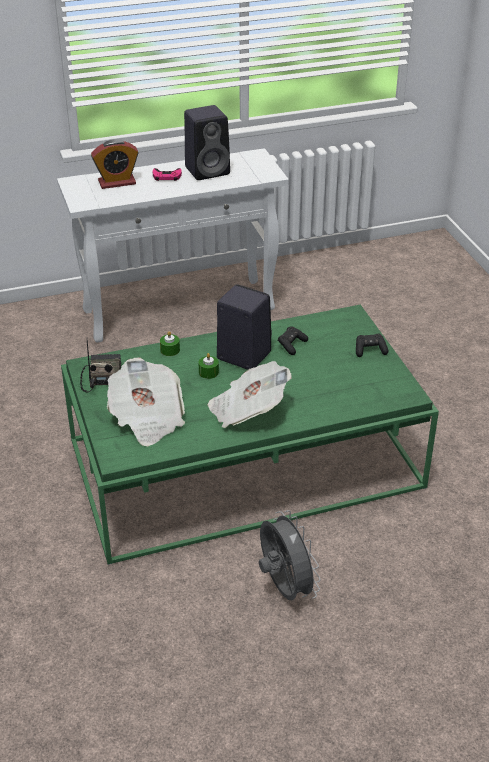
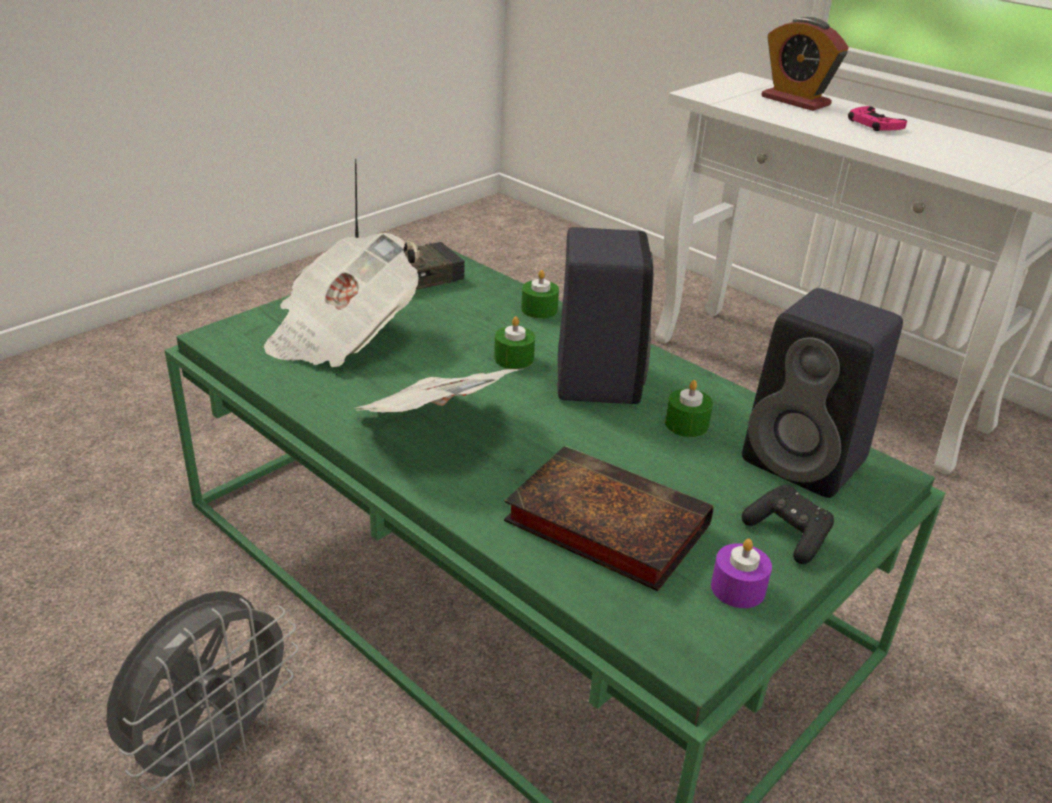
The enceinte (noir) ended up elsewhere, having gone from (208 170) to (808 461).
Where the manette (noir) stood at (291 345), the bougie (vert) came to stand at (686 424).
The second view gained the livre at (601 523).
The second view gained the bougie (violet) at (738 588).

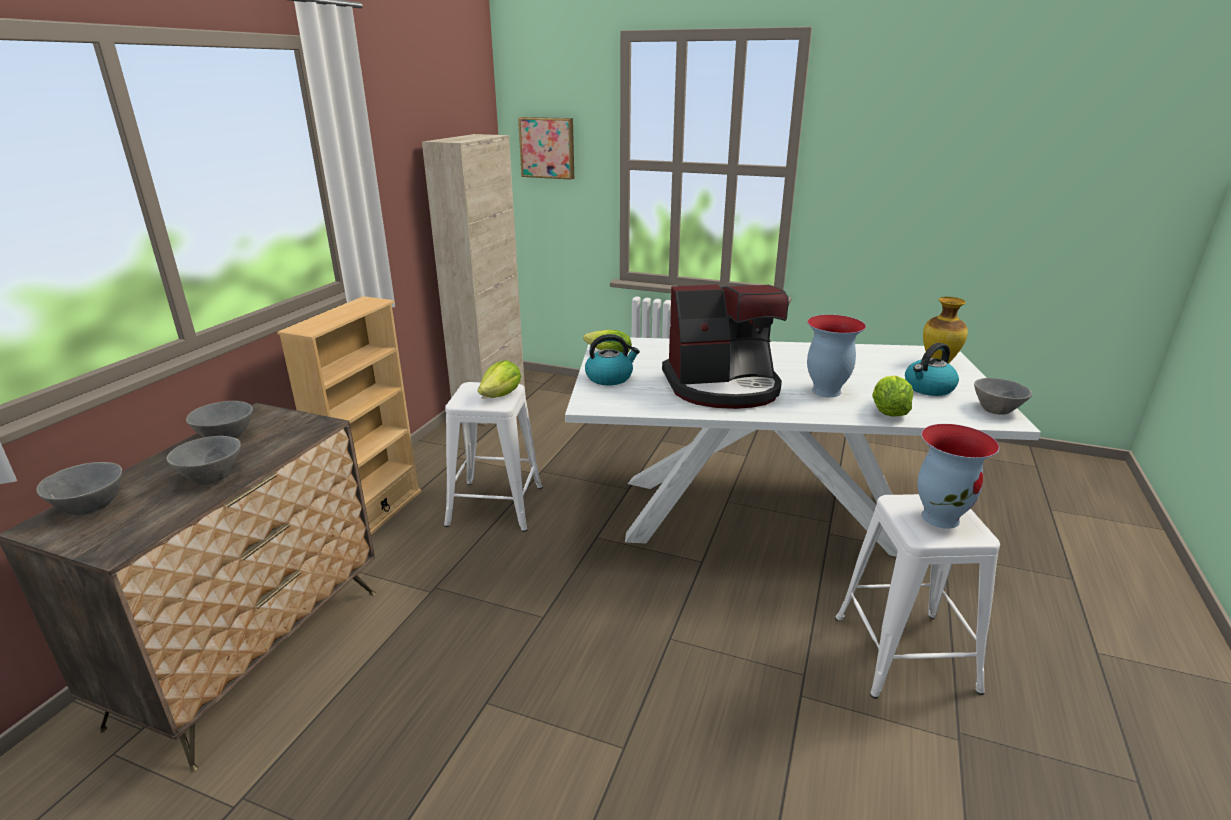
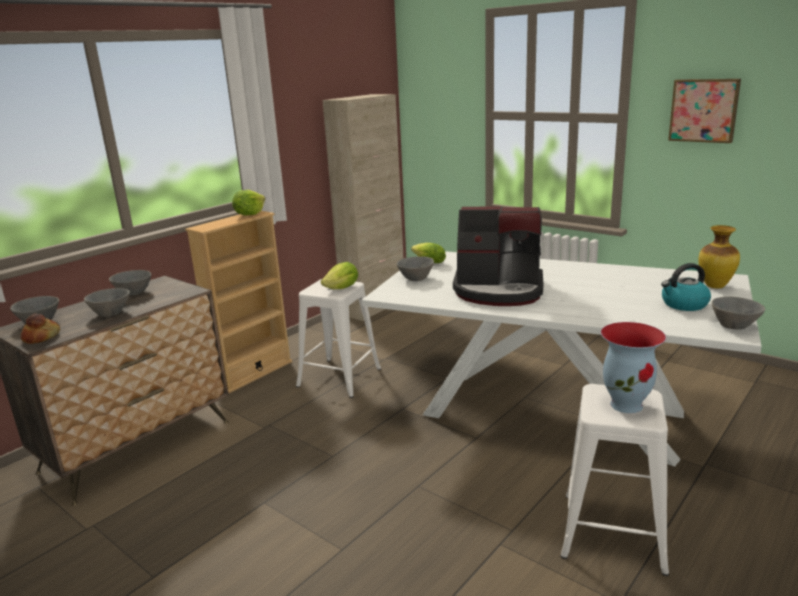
The tableau ended up elsewhere, having gone from (548 147) to (704 110).
Where the bouilloire stood at (610 377), the bol (gris) came to stand at (415 278).
The second view lost the vase at (826 391).
The laitue ended up elsewhere, having gone from (888 412) to (249 214).
The second view gained the pain at (42 337).

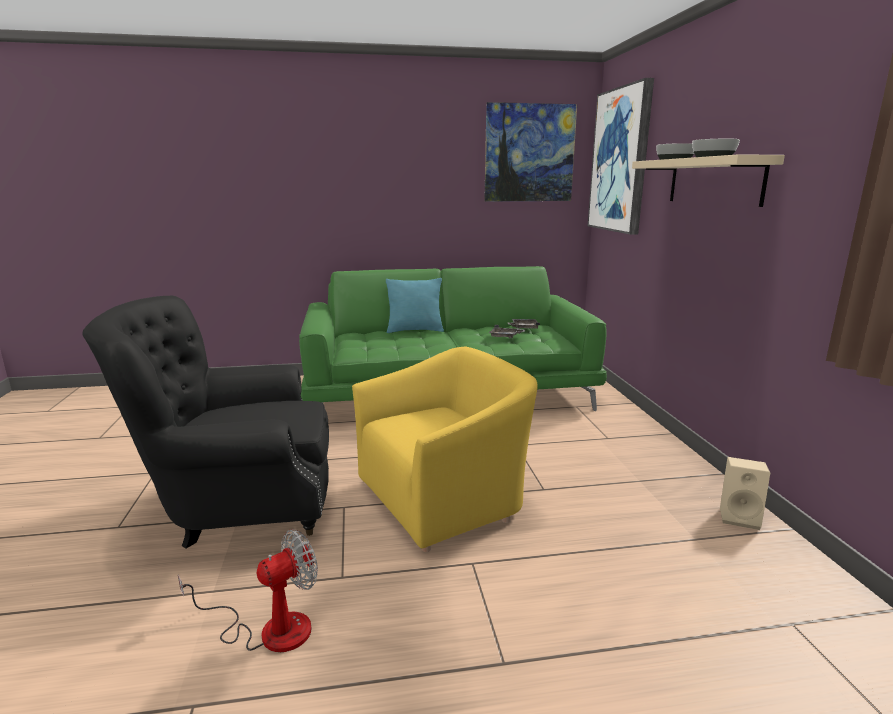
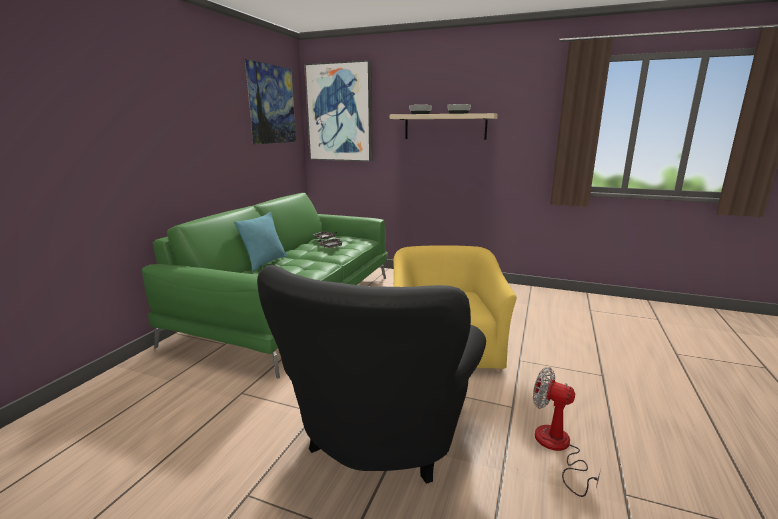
The ventilateur at (269 629) ended up facing another way, 45 degrees counterclockwise from before.
The second view lost the enceinte (beige) at (740 517).

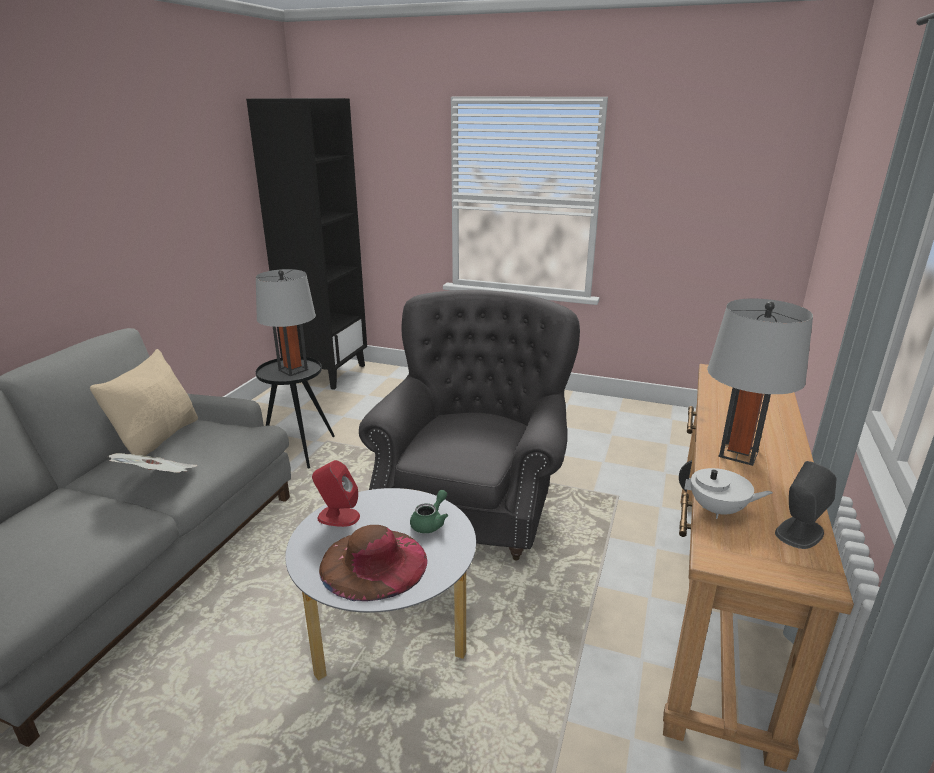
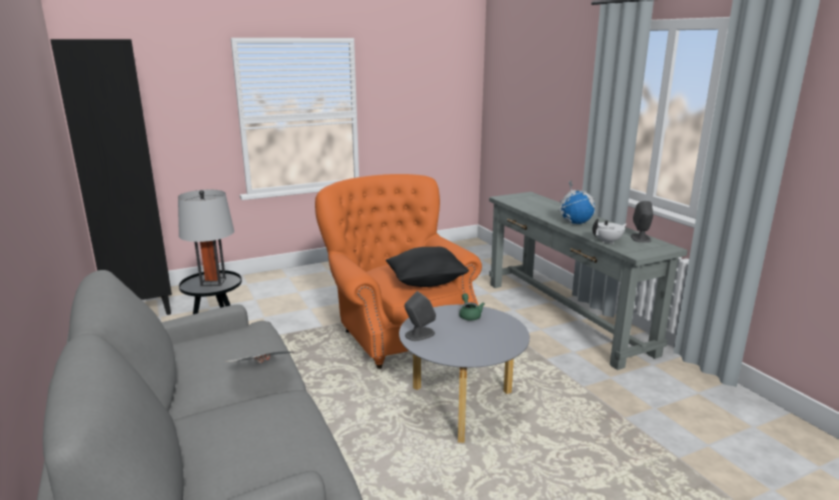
The second view lost the coussin (beige) at (158 438).
What was the enceinte (rouge) at (338 516) turned into the enceinte (gris) at (419 334).
The second view lost the chapeau (marron) at (373 563).
What was the fauteuil (gris) at (473 504) turned into the fauteuil (orange) at (398 333).
What was the table console (marron) at (719 599) turned into the table console (gris) at (565 316).
Where the lampe de table (gris) stood at (738 453), the globe came to stand at (575 223).
The second view gained the coussin (noir) at (426 282).

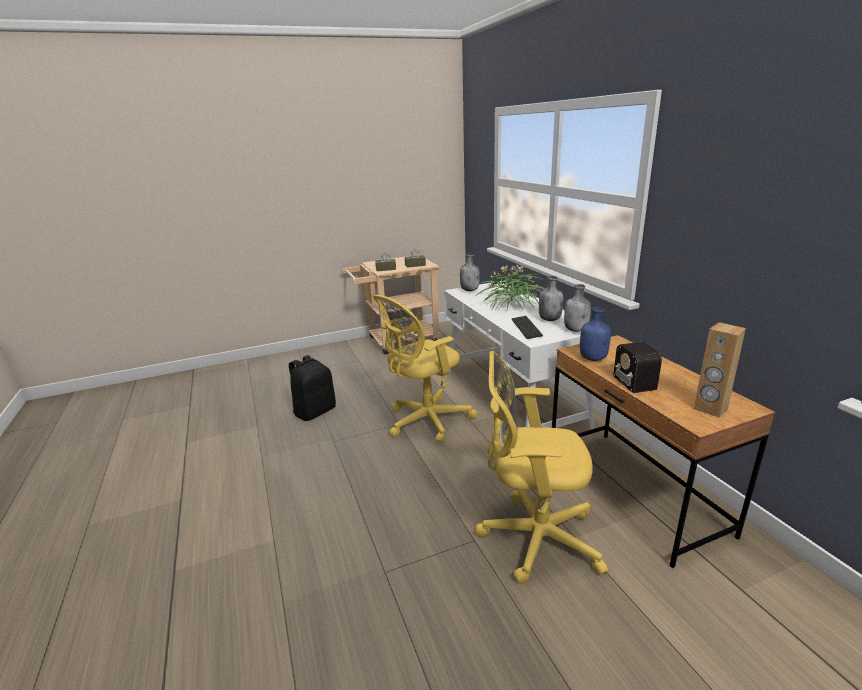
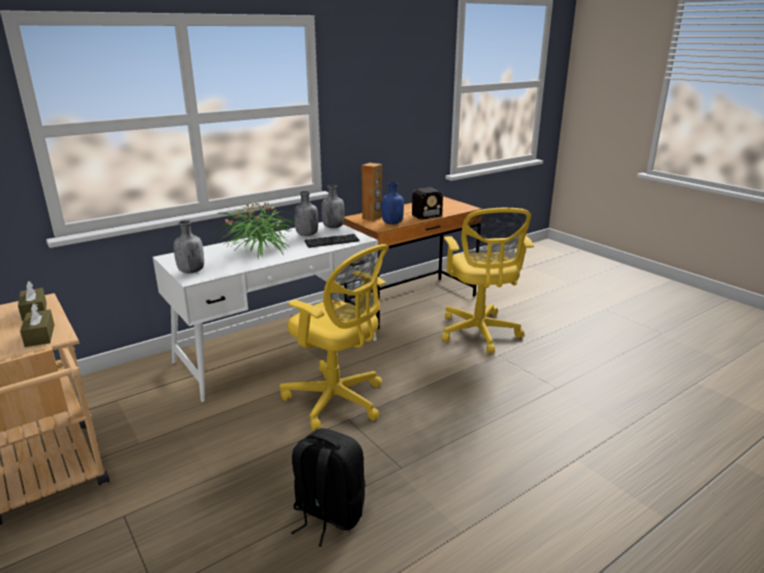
The enceinte (marron) ended up elsewhere, having gone from (710 409) to (372 218).

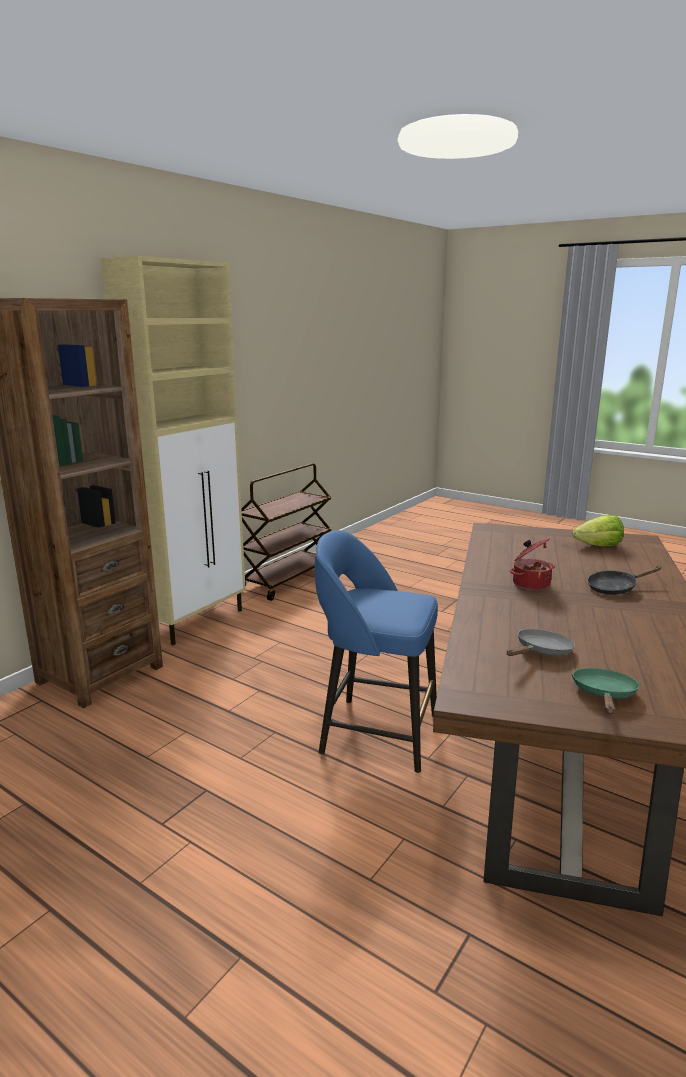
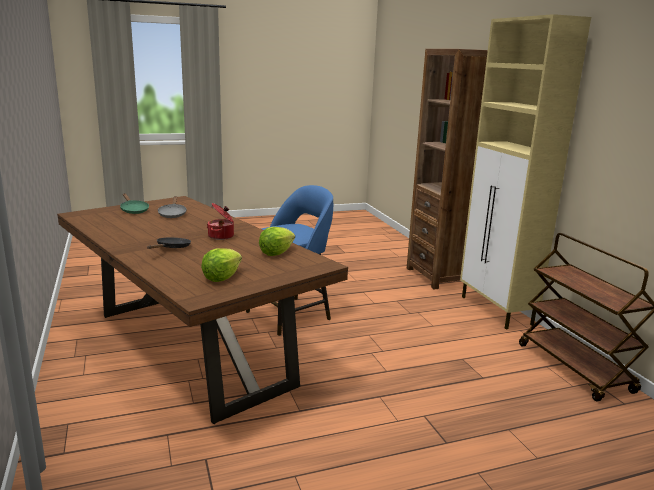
The second view gained the laitue at (276 253).

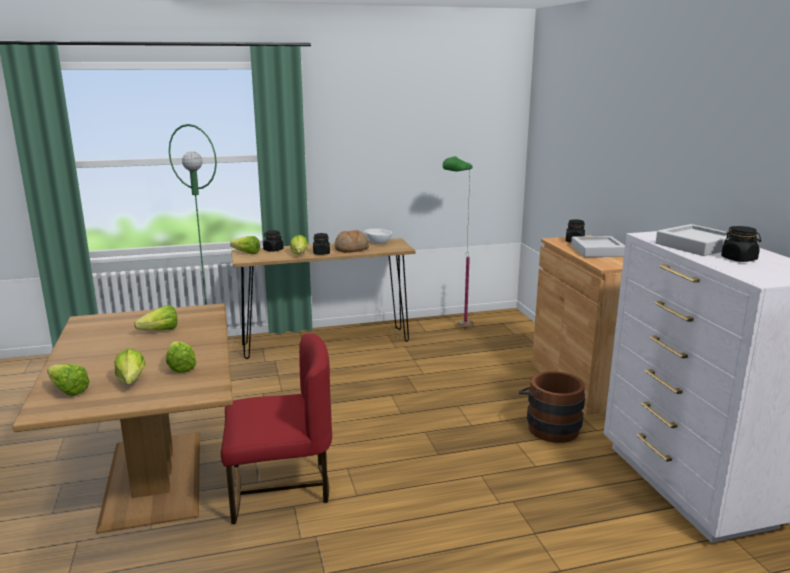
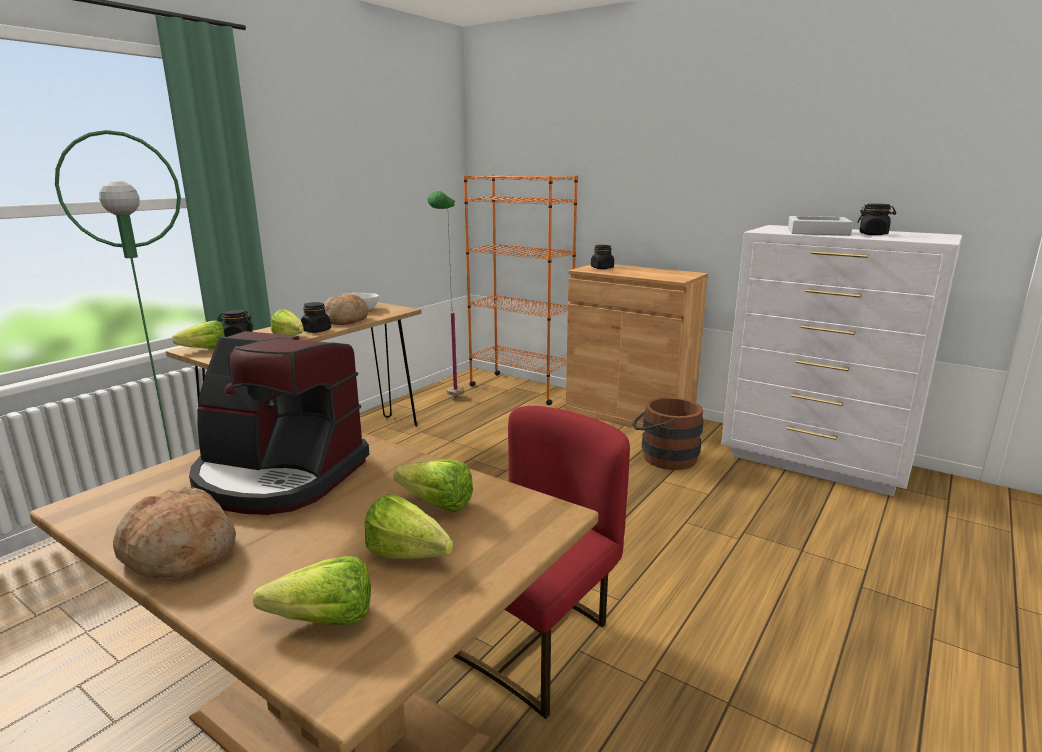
Where the laitue stood at (156 332), the machine à café came to stand at (279 476).
The second view lost the plateau (gris) at (597 251).
The second view gained the pain at (179 553).
The second view gained the bibliothèque (orange) at (520 388).

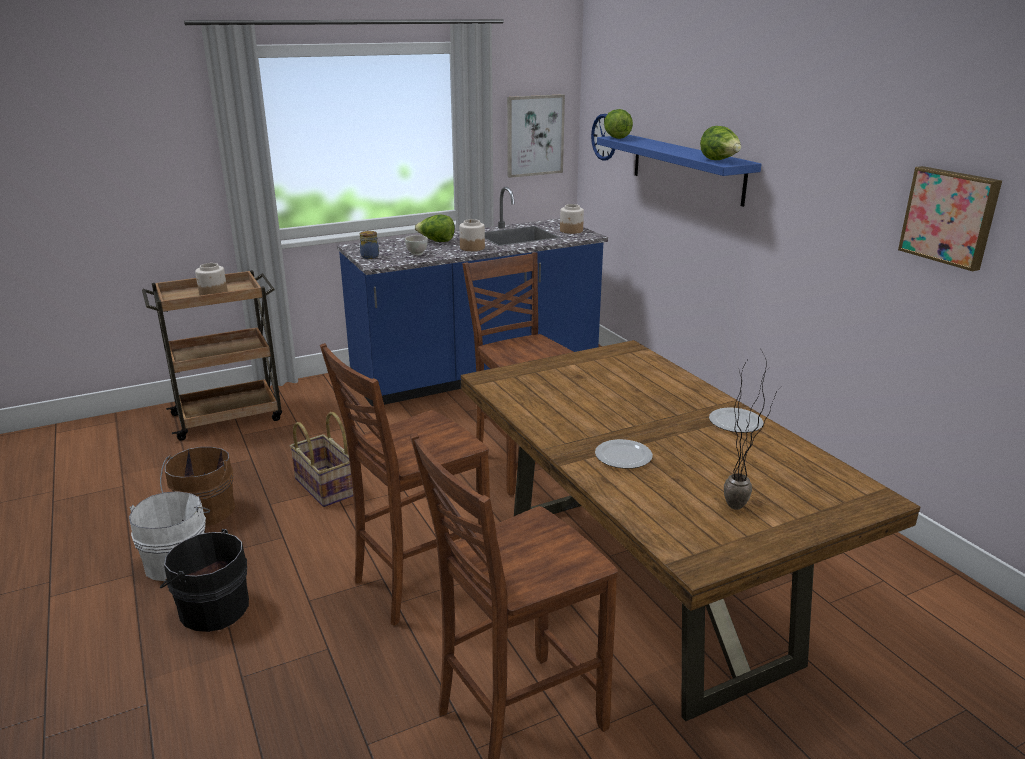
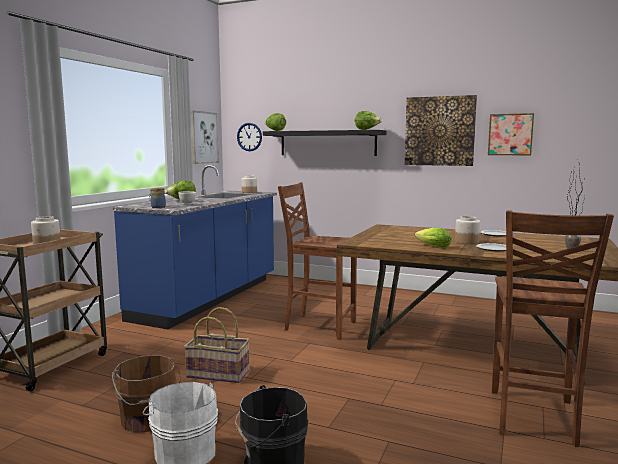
The second view lost the chaise (marron) at (417 582).
The bocal ended up elsewhere, having gone from (472 248) to (466 242).
What was the étagère (bleu) at (687 168) turned into the étagère (noir) at (327 143).
The second view gained the tableau at (439 131).
The second view gained the laitue at (431 246).

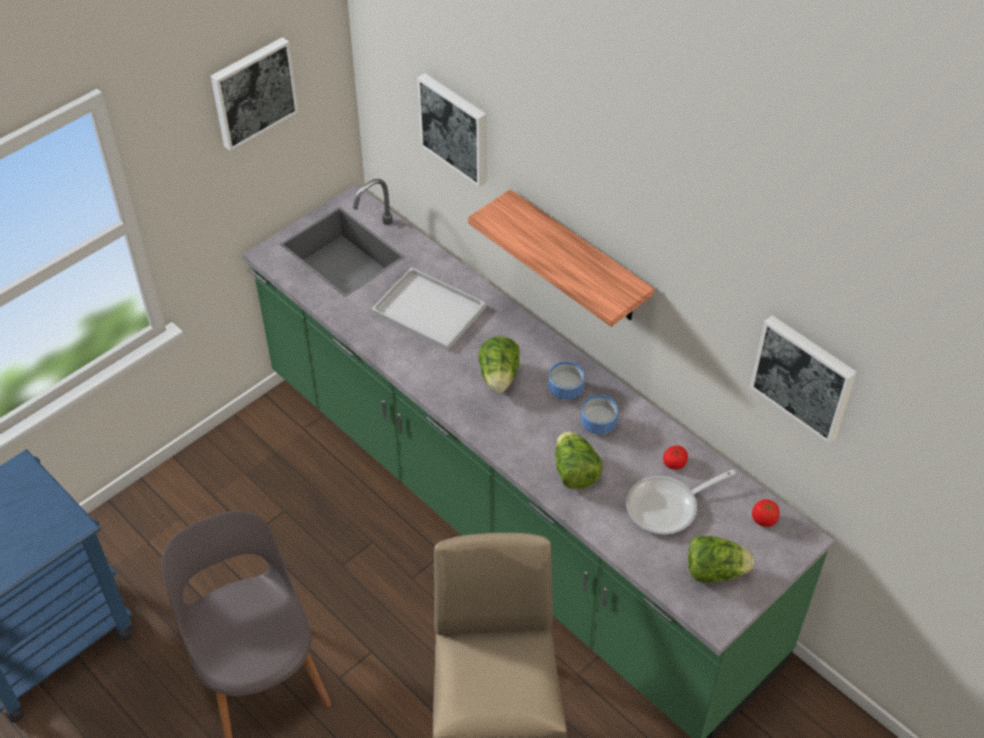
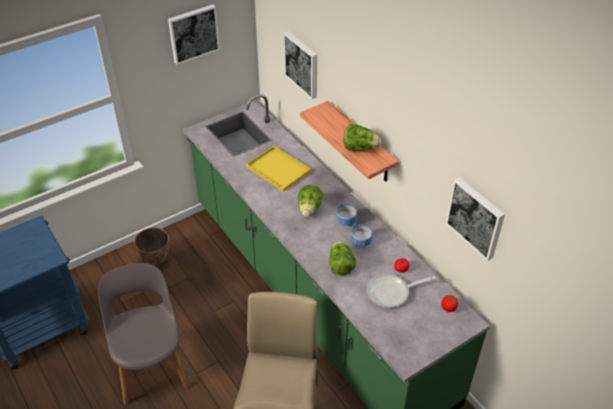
What was the plateau (blanc) at (431 310) turned into the plateau (jaune) at (279 169).
The laitue ended up elsewhere, having gone from (715 571) to (359 148).
The second view gained the cache-pot at (156 260).

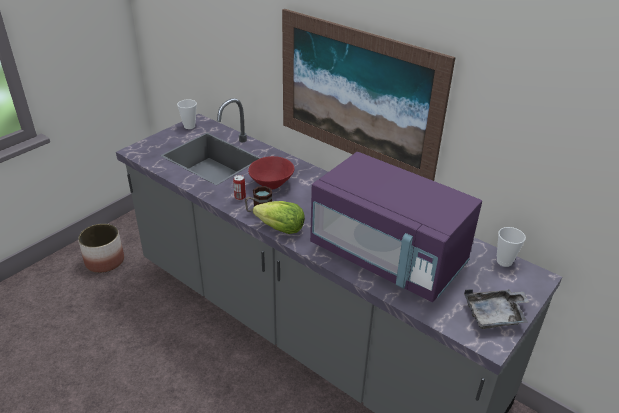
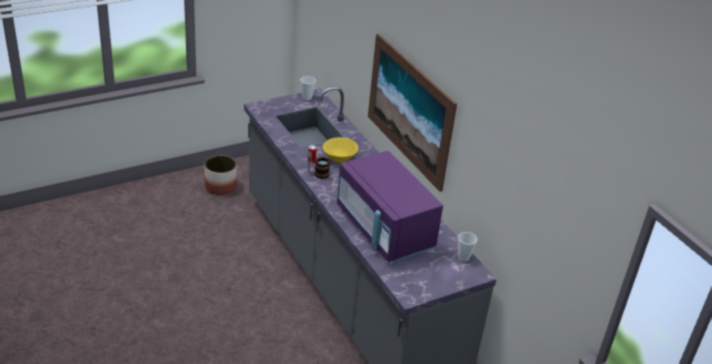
What was the bol (rouge) at (271 184) turned into the bol (jaune) at (339 158).
The second view lost the laitue at (281 229).
The second view lost the plateau (gris) at (495 315).

